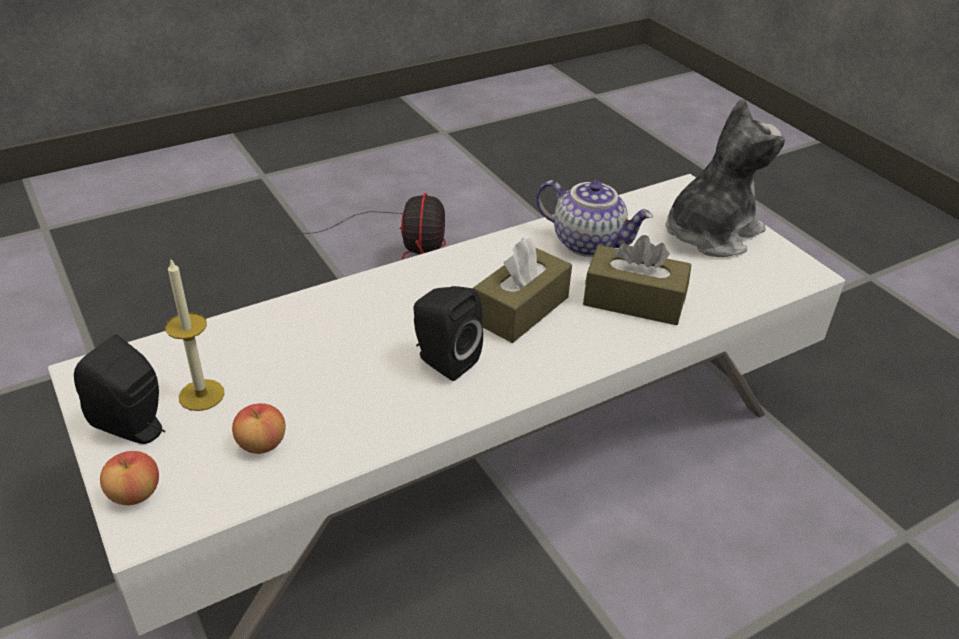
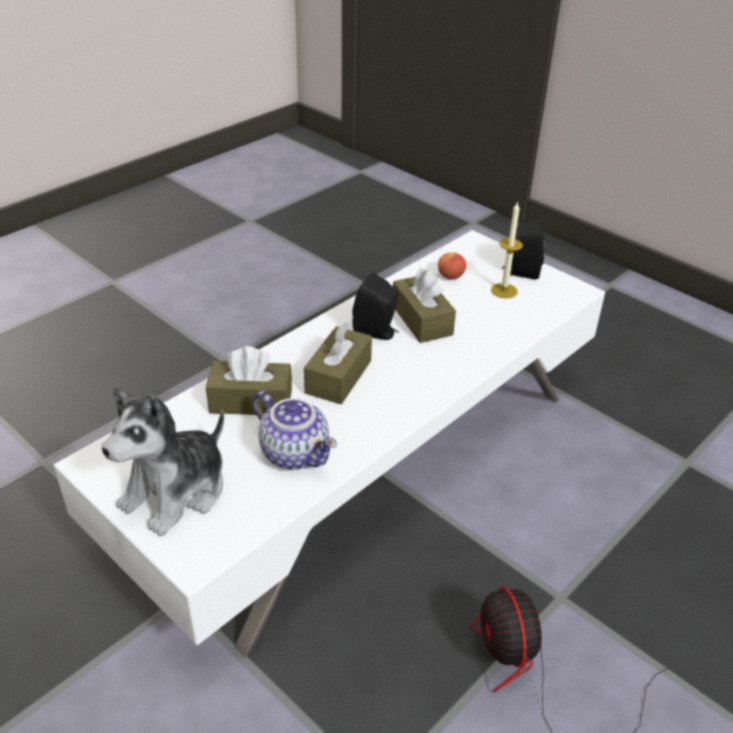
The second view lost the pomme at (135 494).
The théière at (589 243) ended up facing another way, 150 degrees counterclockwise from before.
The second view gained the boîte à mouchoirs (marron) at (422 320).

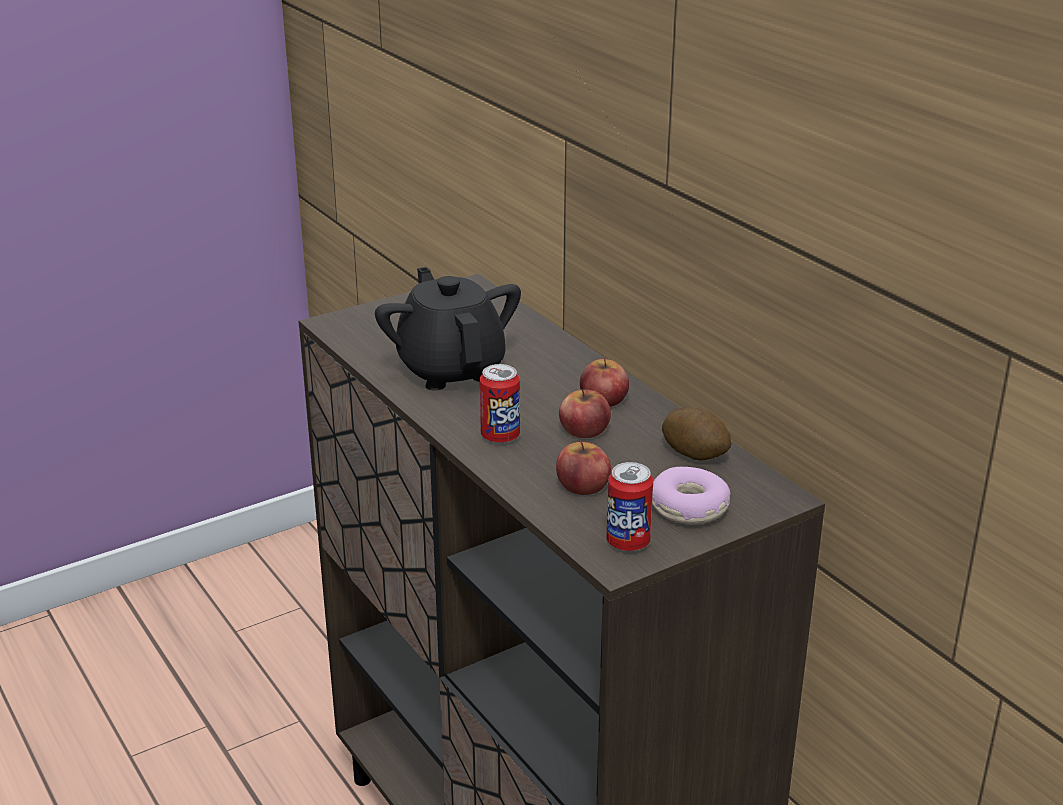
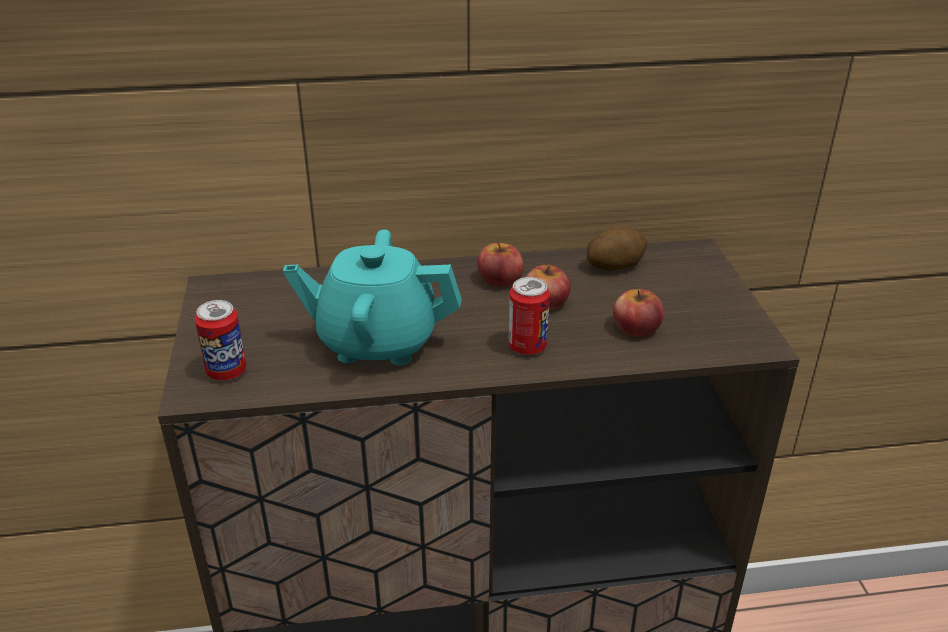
What was the théière (noir) at (451 369) turned into the théière (turquoise) at (377 341).
The boîte métallique ended up elsewhere, having gone from (628 542) to (226 372).
The second view lost the beignet at (689 508).

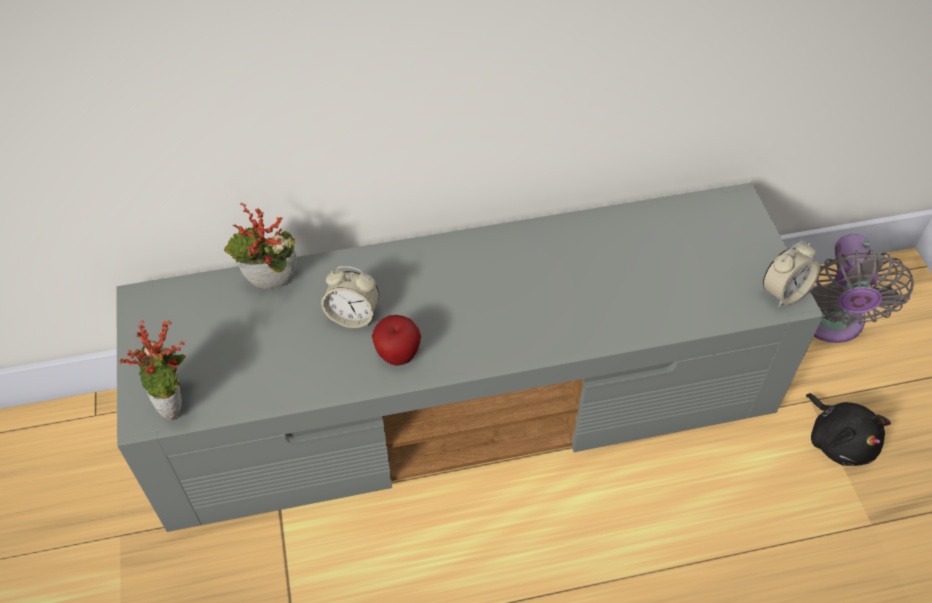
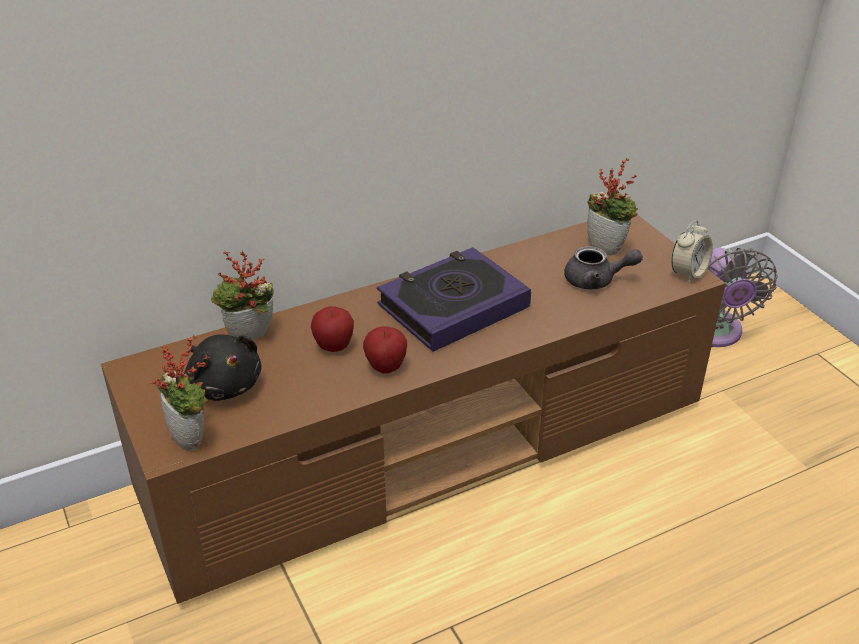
What was the meuble télé (gris) at (469 402) turned into the meuble télé (marron) at (431 447).
Where the réveil stood at (353 316), the pomme came to stand at (334 347).
The peluche (noir) ended up elsewhere, having gone from (839 440) to (224 384).
The second view gained the livre at (453 306).
The second view gained the théière (gris) at (596 281).
The second view gained the plante en pot at (608 248).

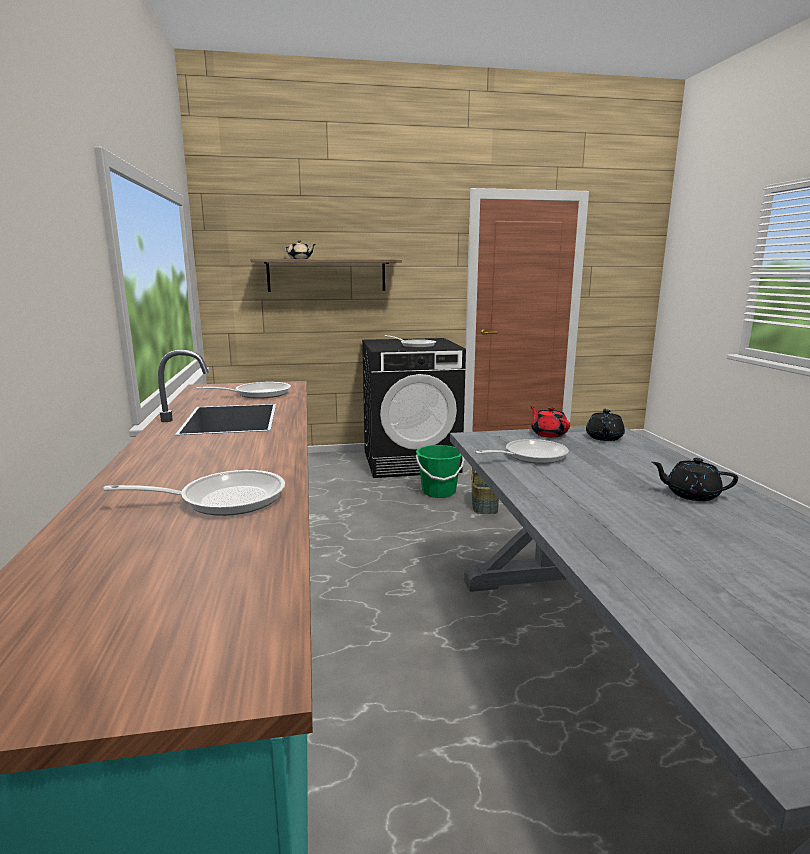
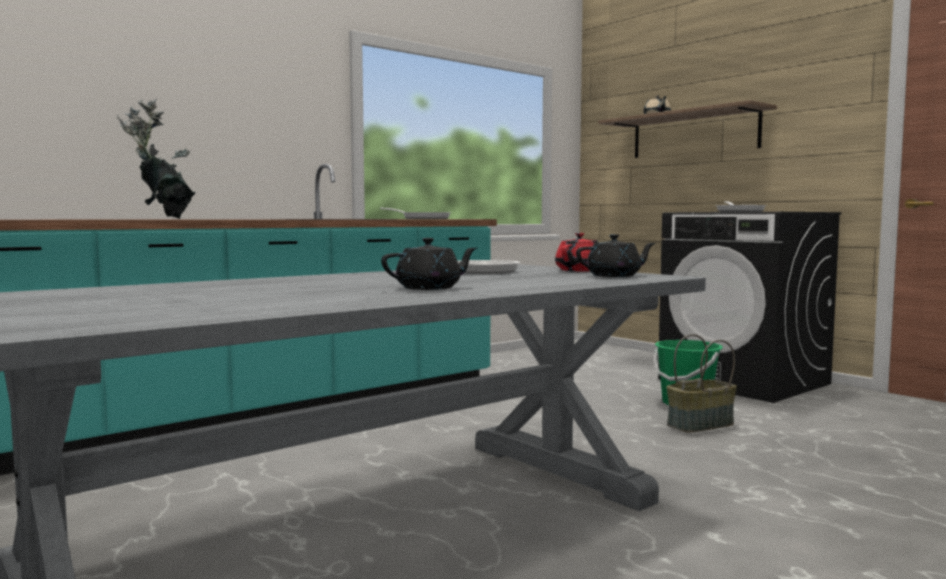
Where the poêle stood at (223 499), the plante en pot came to stand at (164 219).
The théière (noir) at (691 494) ended up facing another way, 75 degrees clockwise from before.

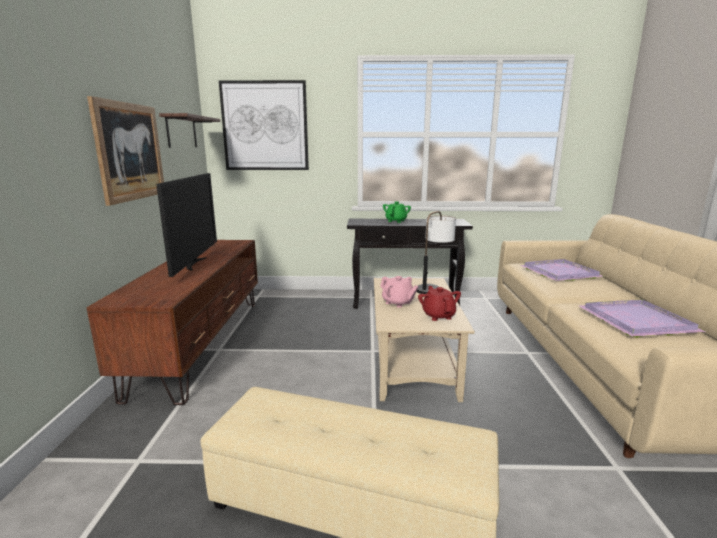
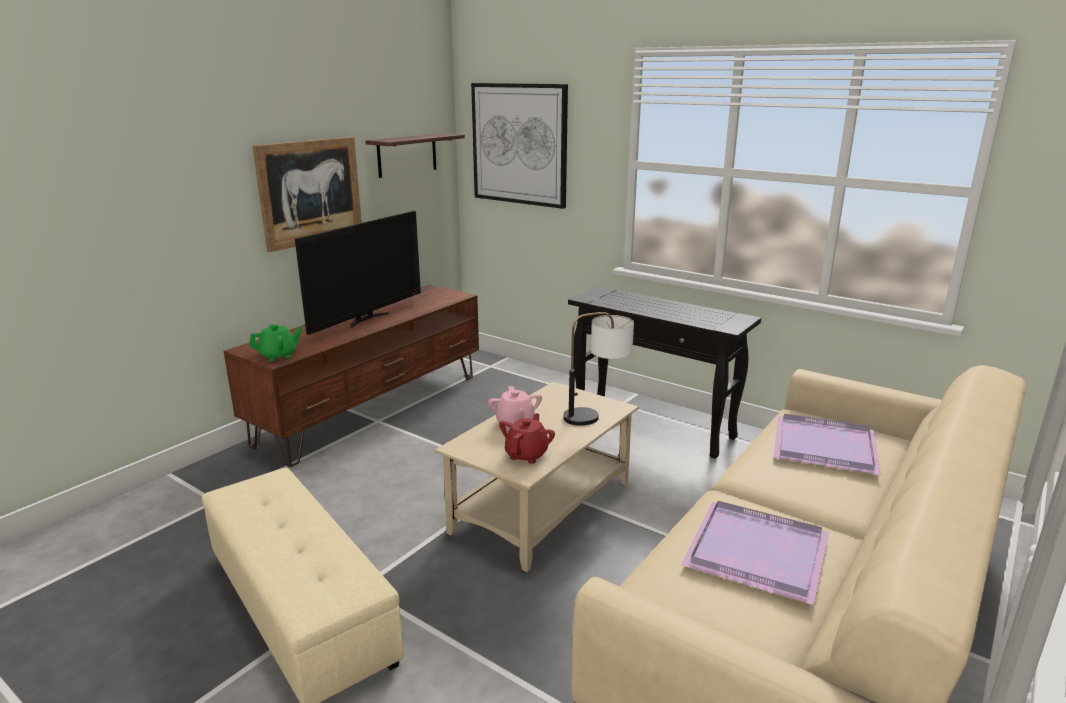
The théière (vert) ended up elsewhere, having gone from (396 221) to (279 356).

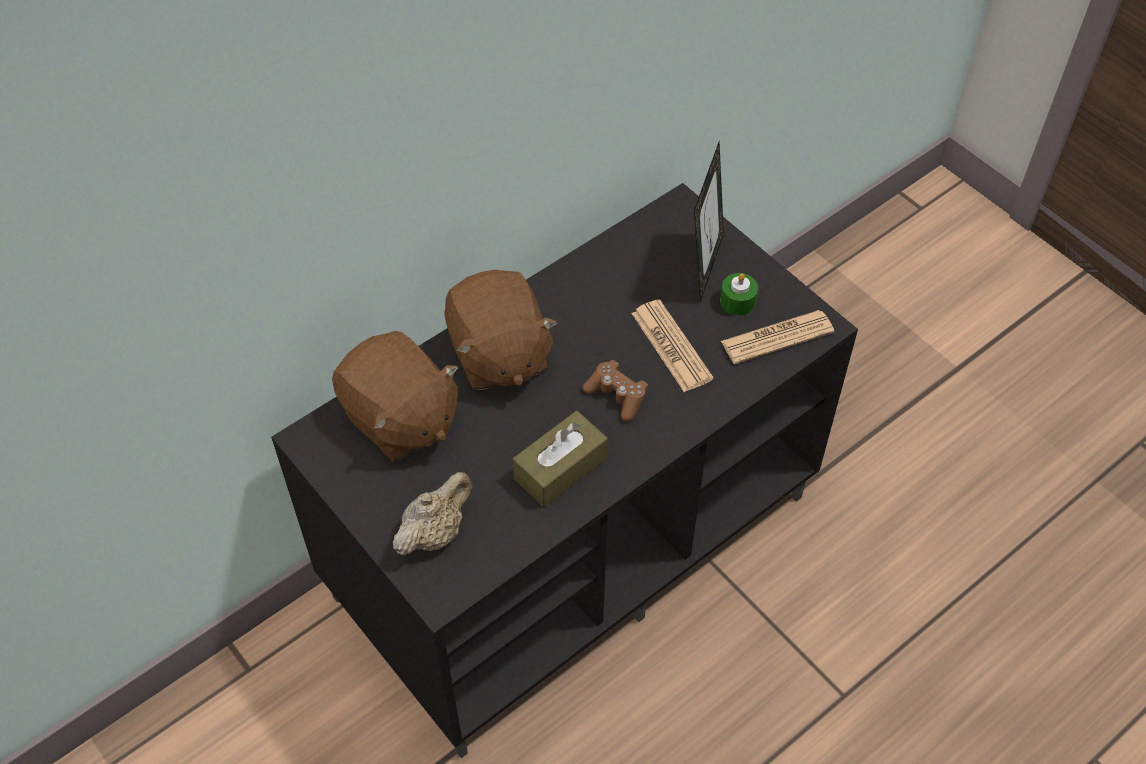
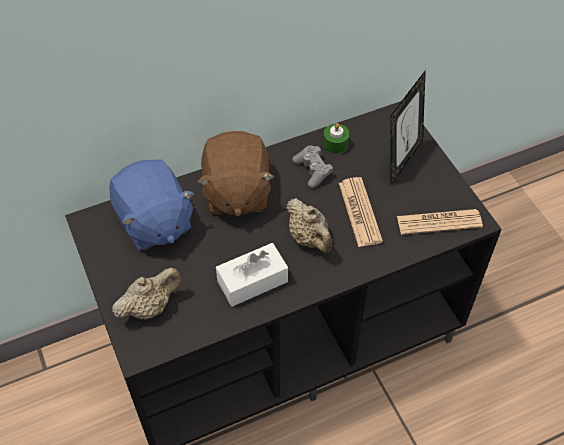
What was the peluche (marron) at (400 419) turned into the peluche (bleu) at (154 222).
What was the boîte à mouchoirs (marron) at (560 468) turned into the boîte à mouchoirs (blanc) at (252 281).
Where the manette (marron) stood at (617 395), the théière (beige) came to stand at (309 239).
The bougie (vert) ended up elsewhere, having gone from (737 301) to (335 144).
The second view gained the manette (gris) at (313 170).

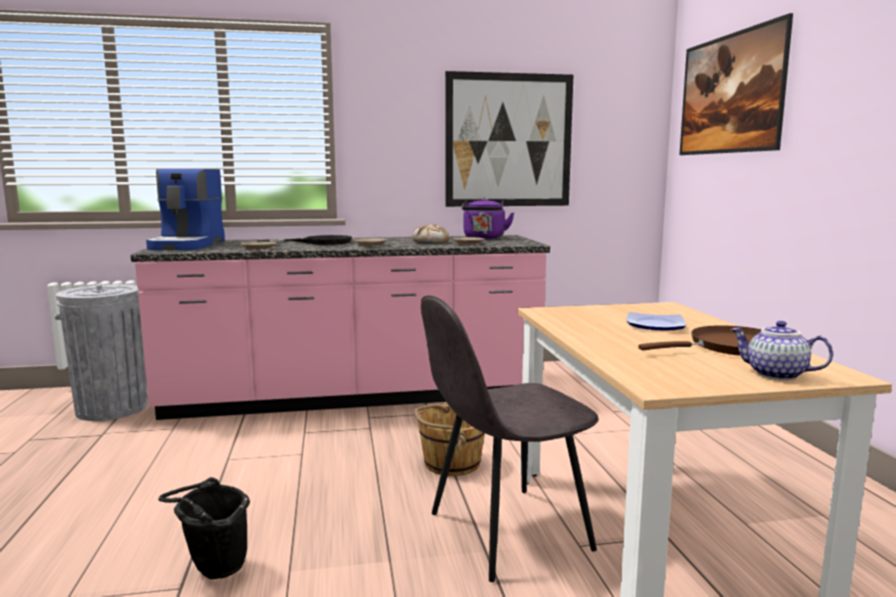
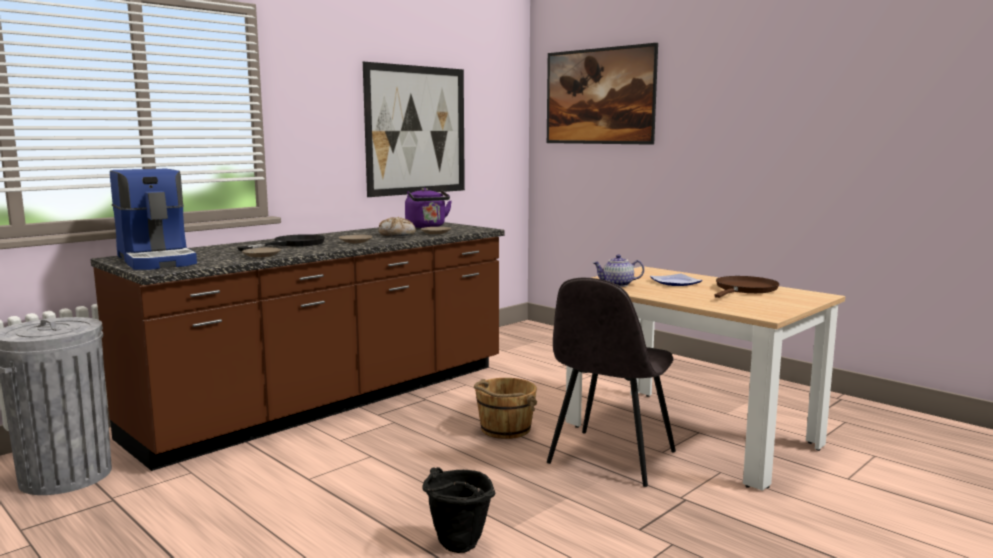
What was the comptoir de cuisine (rose) at (354 396) turned into the comptoir de cuisine (marron) at (331 401).
The théière ended up elsewhere, having gone from (775 375) to (617 285).

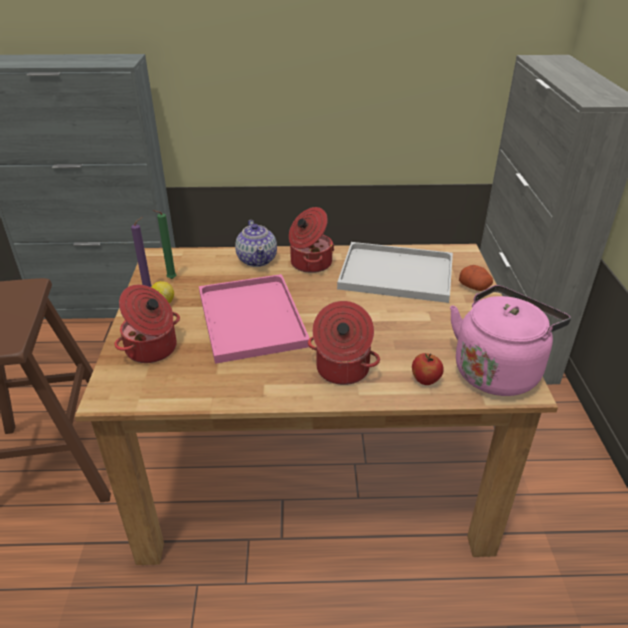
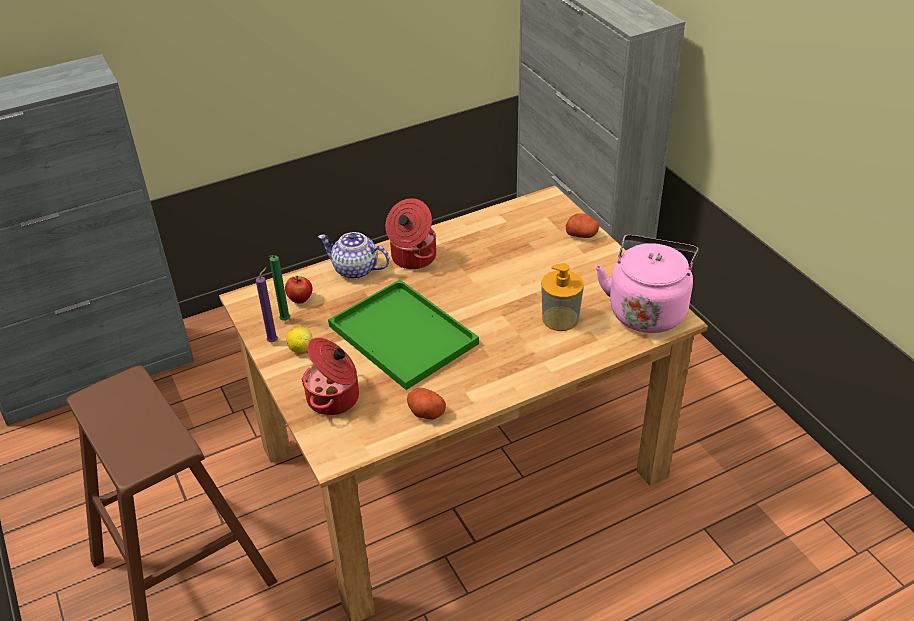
What was the plateau (rose) at (253 319) turned into the plateau (vert) at (406 335).
The théière at (257 259) ended up facing another way, 150 degrees clockwise from before.
The second view lost the marmite at (342 370).
The second view lost the plateau (blanc) at (399 273).
The pomme ended up elsewhere, having gone from (425 380) to (300 299).
The second view gained the pomme de terre at (425 411).
The second view gained the distributeur de savon at (560 319).

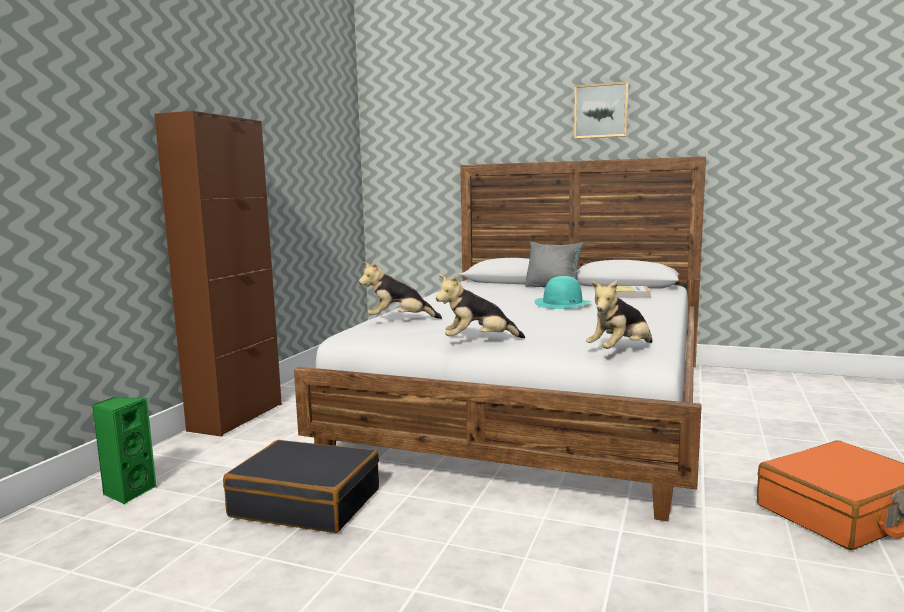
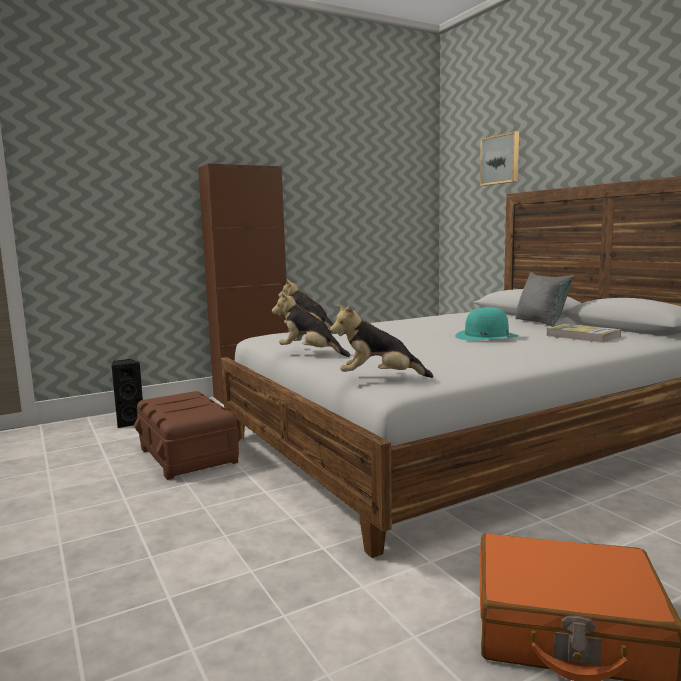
What was the enceinte (vert) at (128 492) turned into the enceinte (noir) at (130 422).
Where the valise (noir) stood at (306 503), the boîte de rangement (marron) came to stand at (187 455).
The tableau ended up elsewhere, having gone from (601 111) to (500 159).

